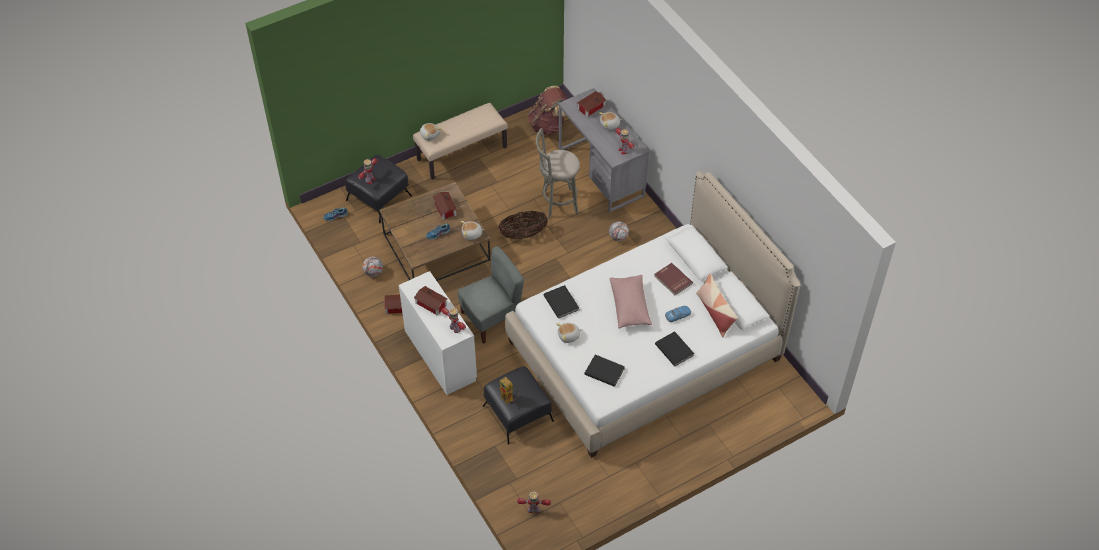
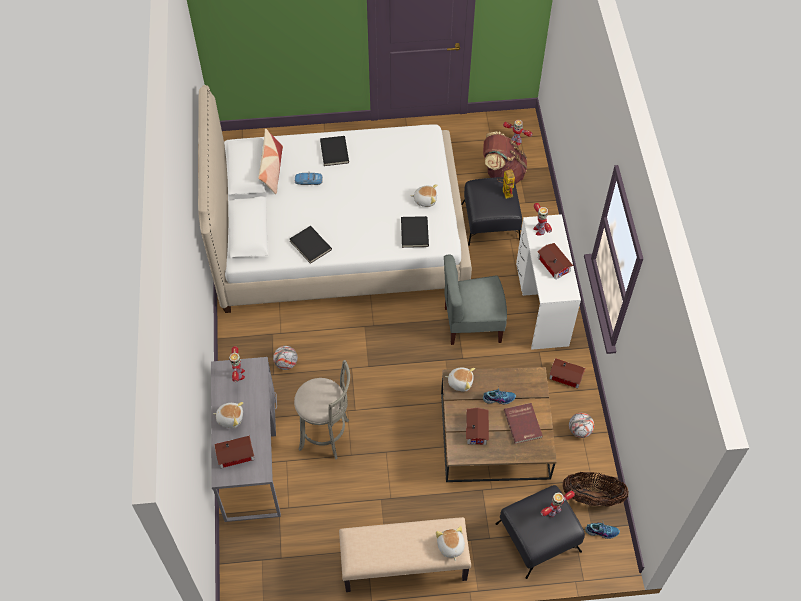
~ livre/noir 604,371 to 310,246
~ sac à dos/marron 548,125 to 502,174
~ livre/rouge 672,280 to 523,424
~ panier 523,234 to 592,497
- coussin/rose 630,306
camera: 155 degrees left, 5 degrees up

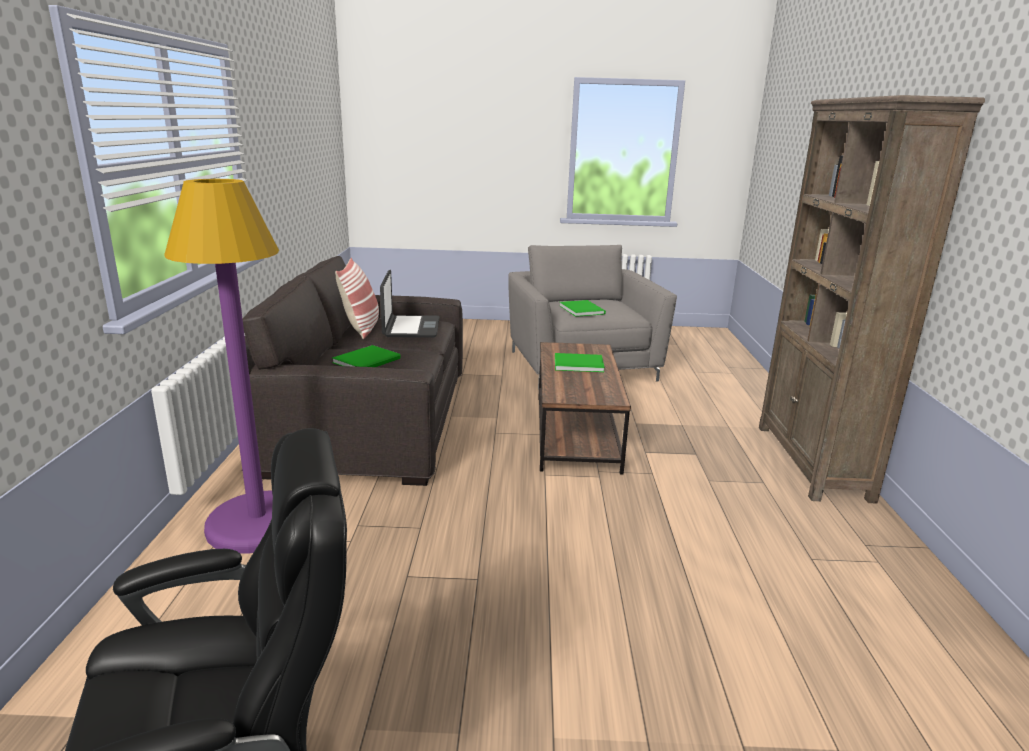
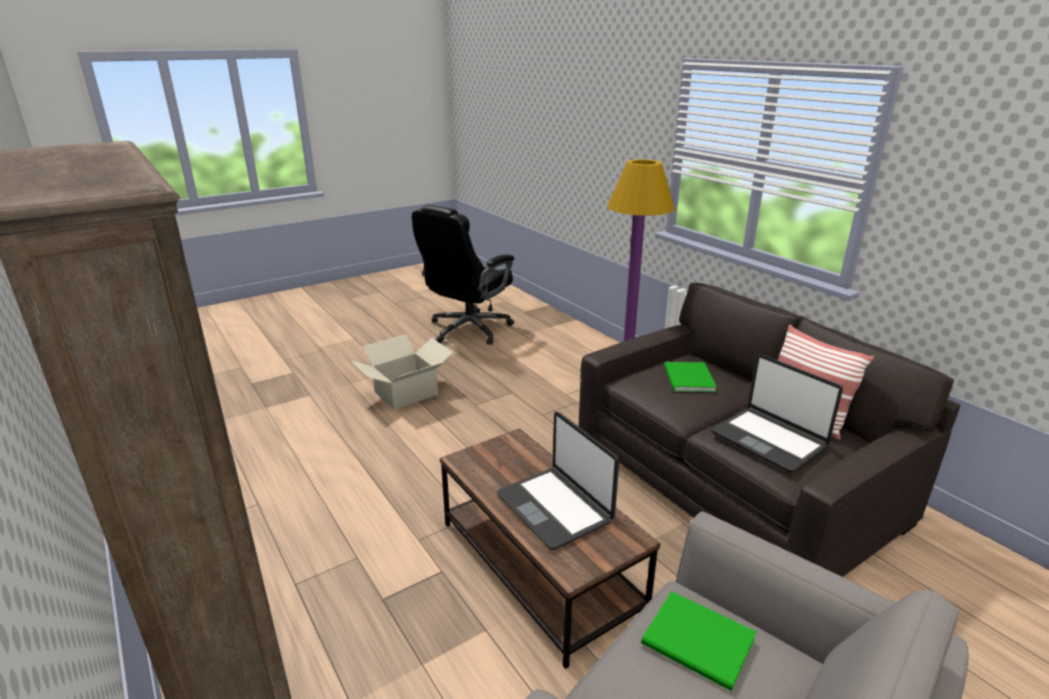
+ carton 405,393
~ livre/vert 577,364 to ordinateur portable 555,507
camera: 145 degrees right, 5 degrees up

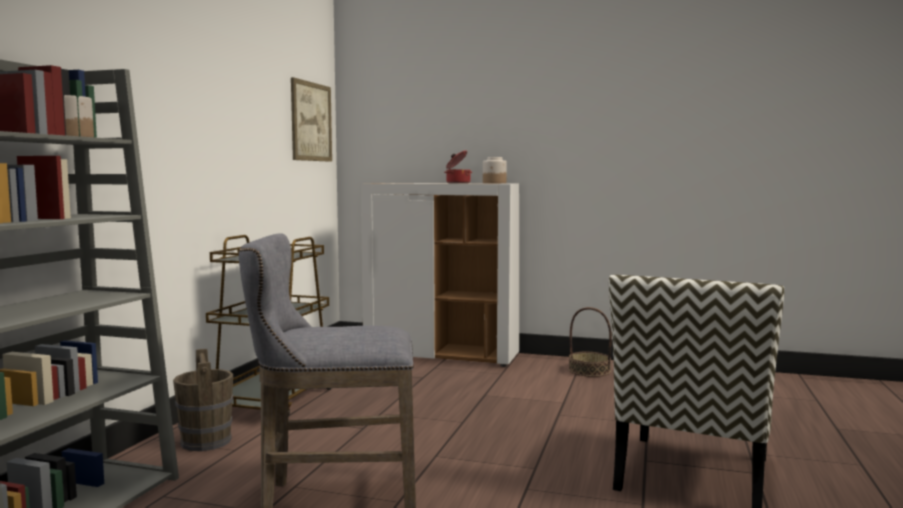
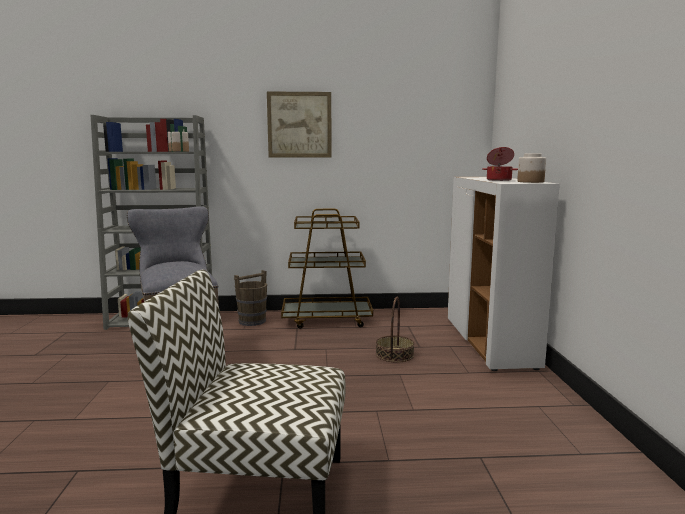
~ tableau 311,122 to 299,125
~ panier 589,371 to 394,354
camera: 70 degrees right, 5 degrees up

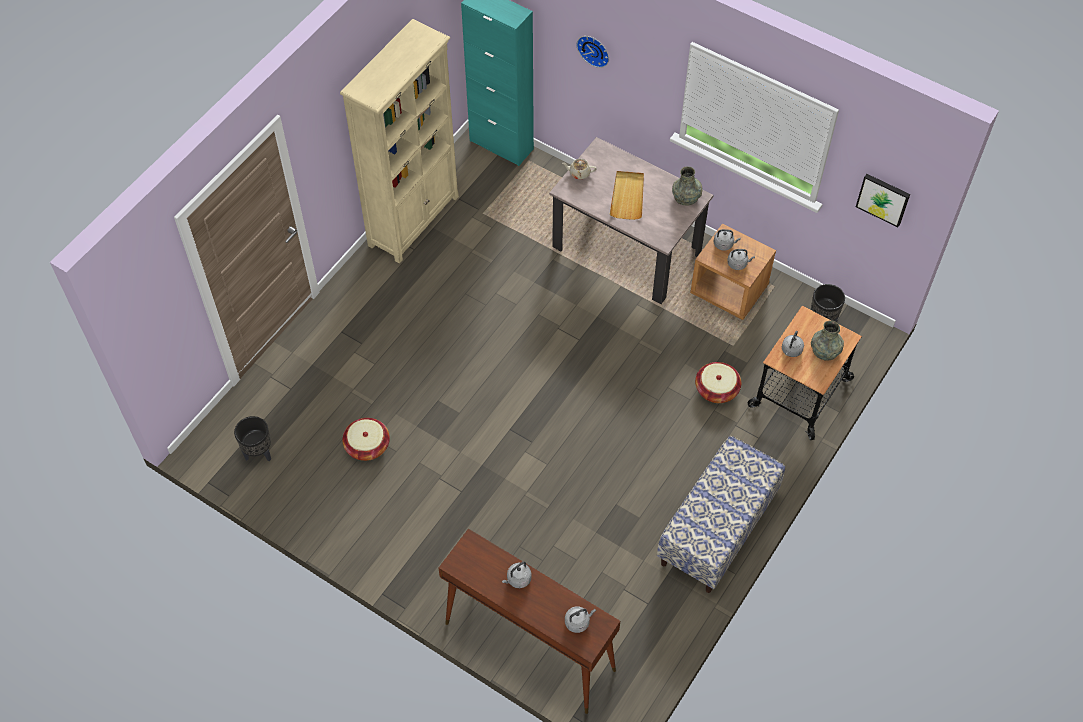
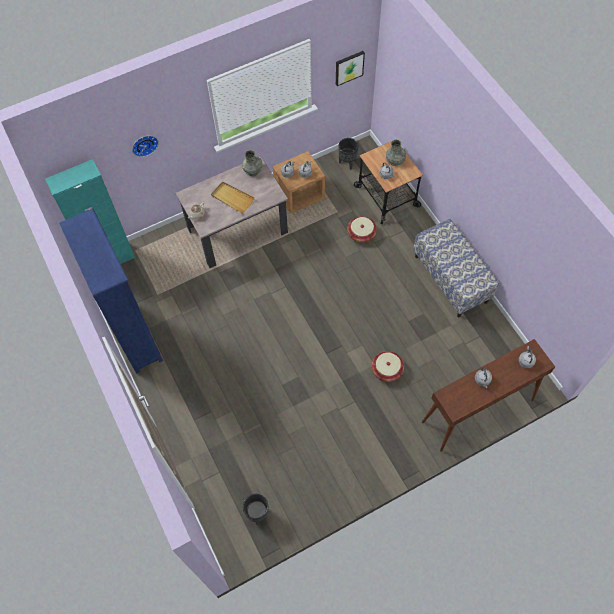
~ bibliothèque/beige 414,220 to bibliothèque/bleu 135,336
~ panier 367,446 to 387,370
camera: 60 degrees left, 5 degrees up

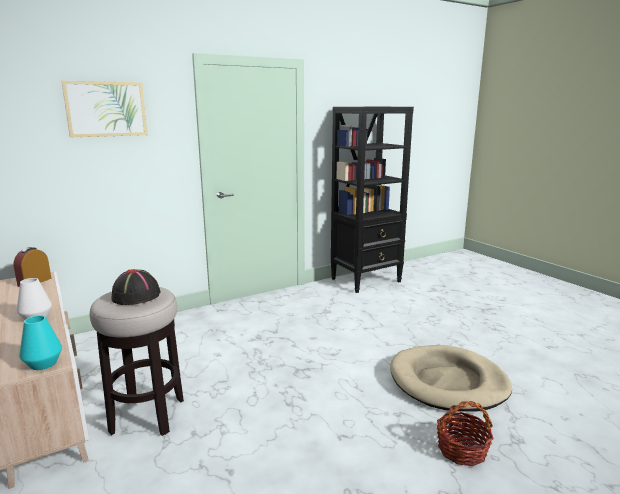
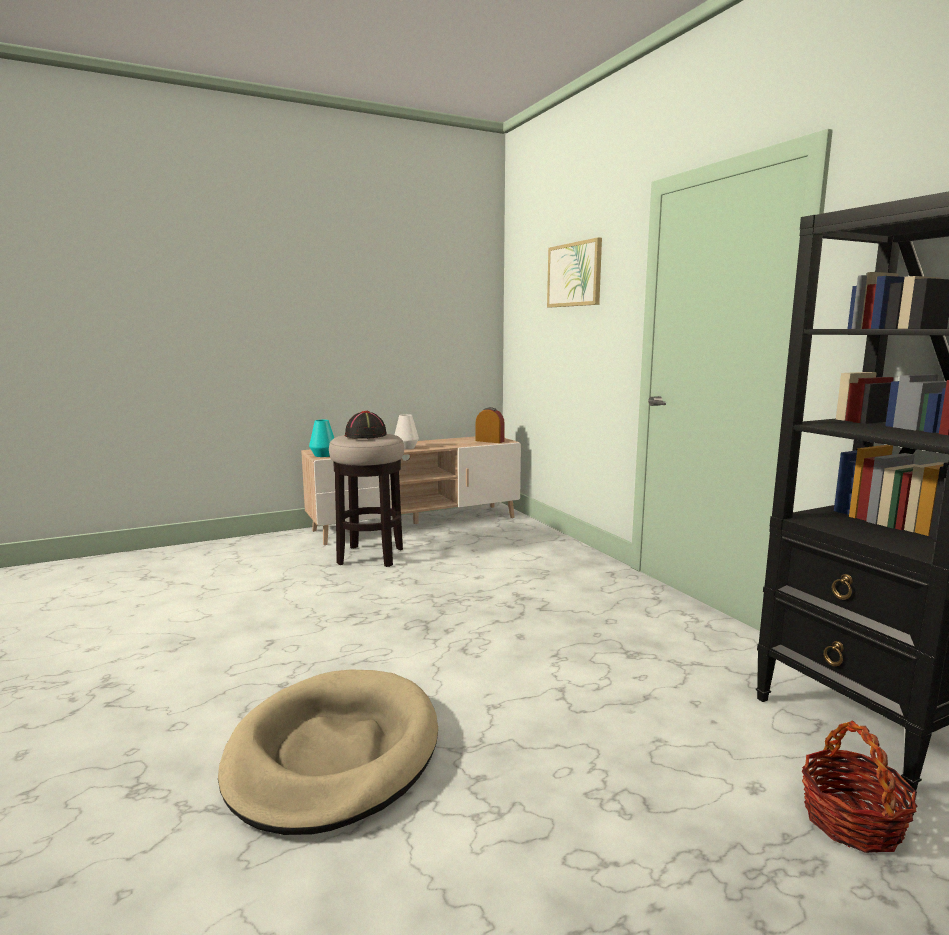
~ panier 461,450 to 851,821
camera: 95 degrees right, 5 degrees down

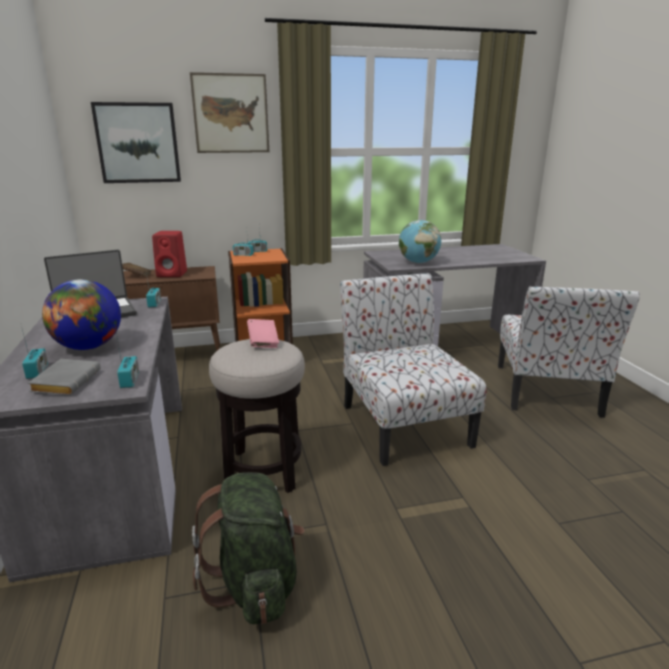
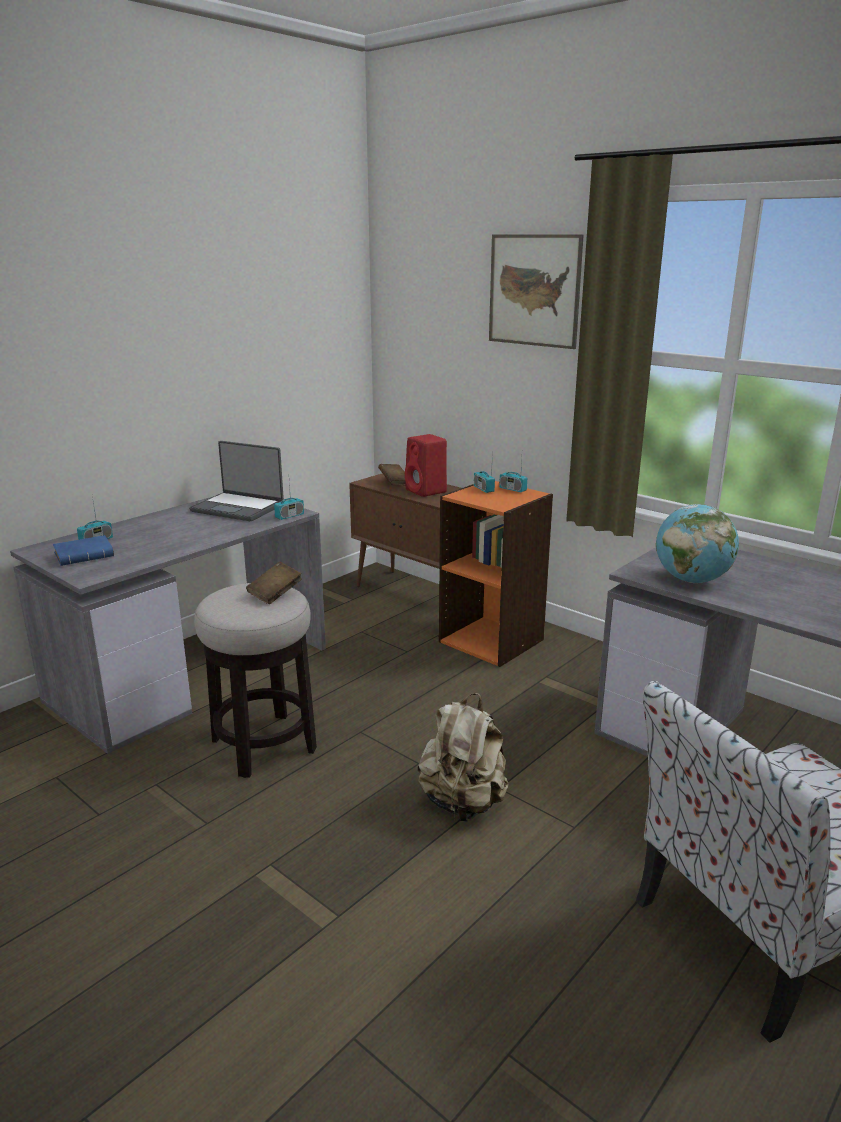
~ livre/gris 66,381 to livre/bleu 85,555
~ livre/rose 263,343 to livre/marron 275,594
~ chaise 403,423 to sac à dos/beige 463,803
- globe 89,347
- tableau 138,143
- radio 130,380
- sac à dos/vert 255,583
camera: 55 degrees right, 0 degrees up

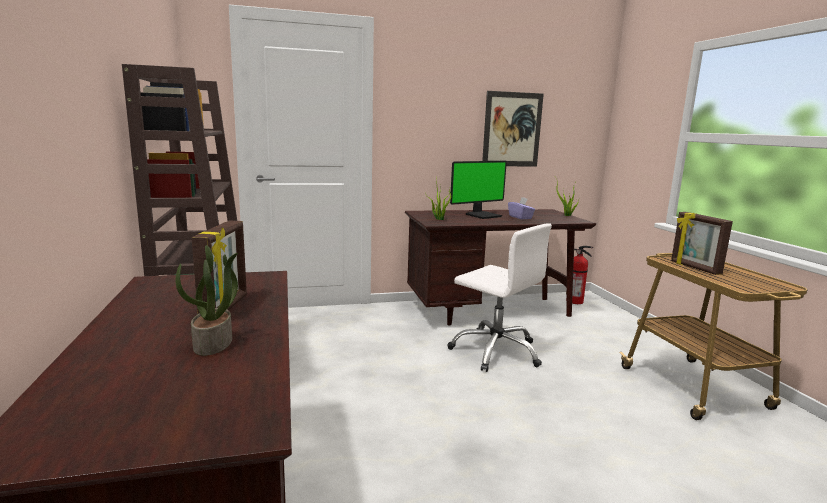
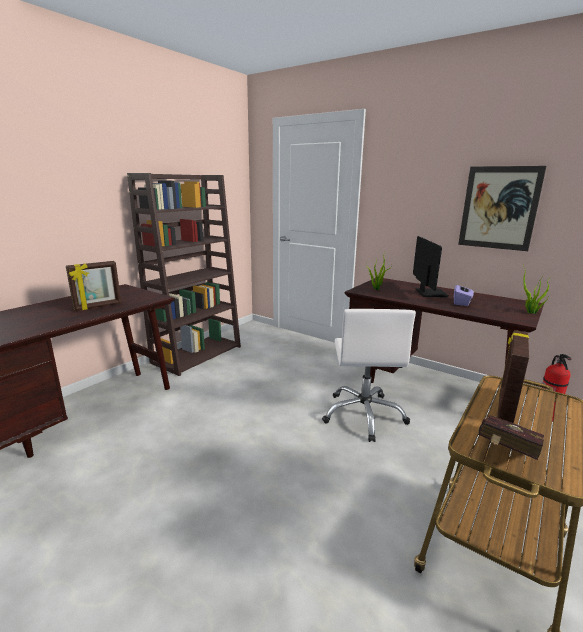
~ écran d'ordinateur 482,215 = 429,293 105 degrees counterclockwise
+ livre/rouge 505,454
- plante en pot 214,343
camera: 50 degrees right, 5 degrees up

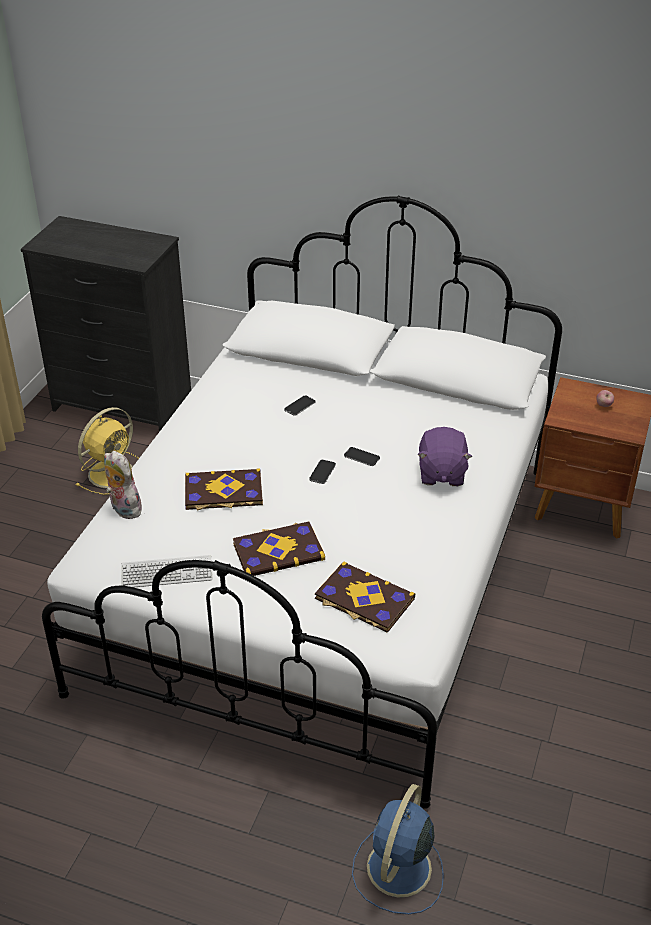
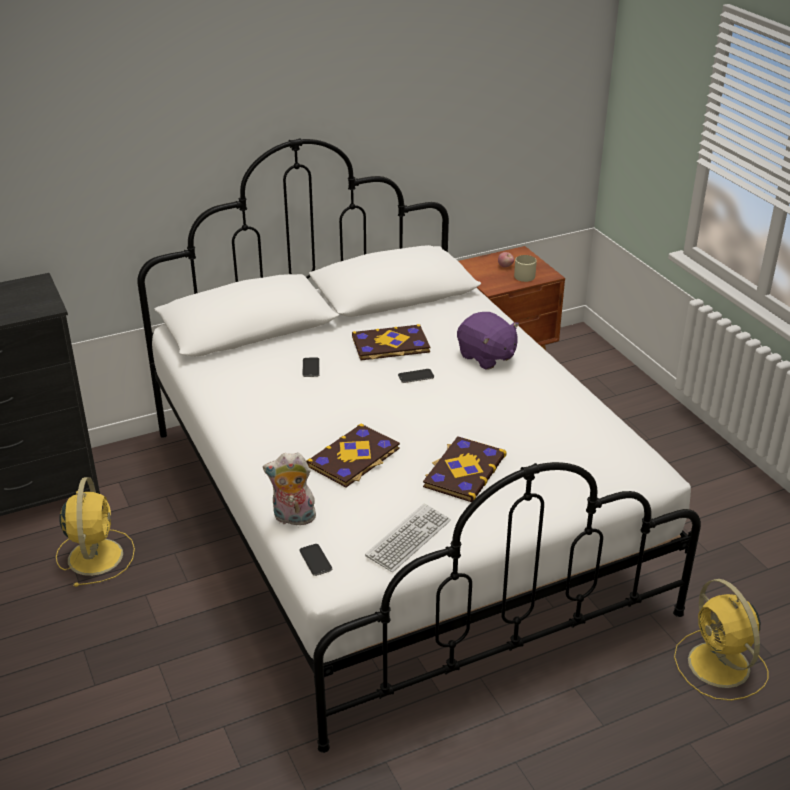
~ téléphone 322,472 to 315,560
~ livre 364,599 to 391,345
+ mug/beige 524,275
~ ventilateur/bleu 398,870 to ventilateur/jaune 720,667
camera: 45 degrees left, 5 degrees down

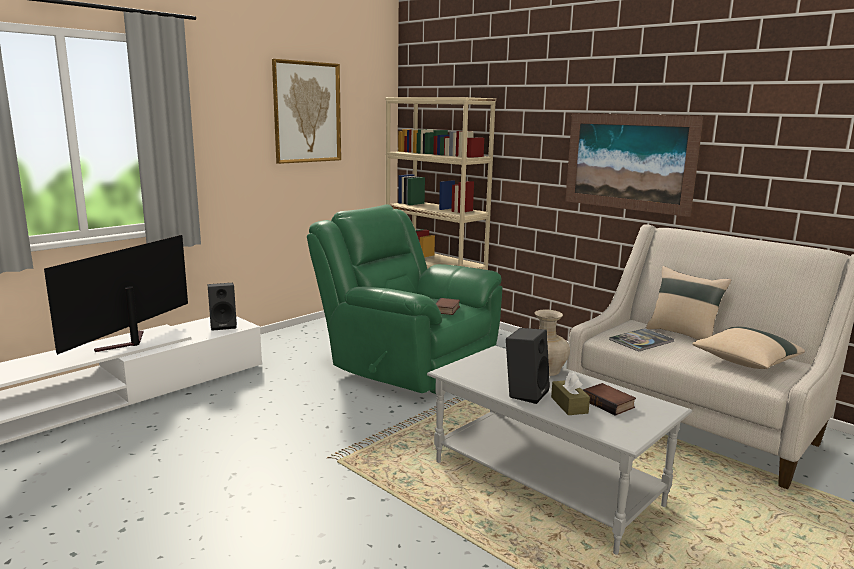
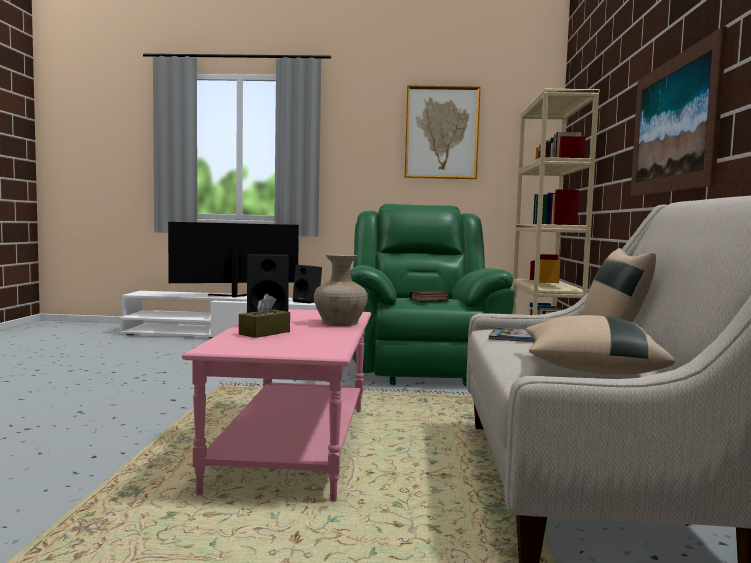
~ table basse/gris 546,483 to table basse/rose 295,446
- livre 609,403
camera: 50 degrees right, 10 degrees down

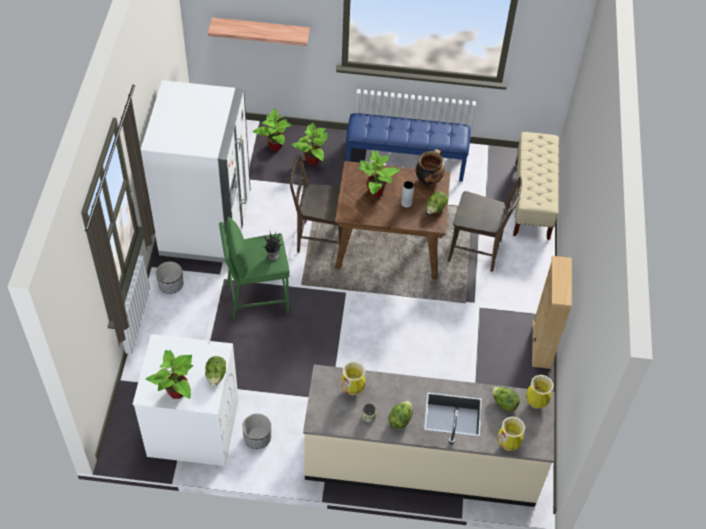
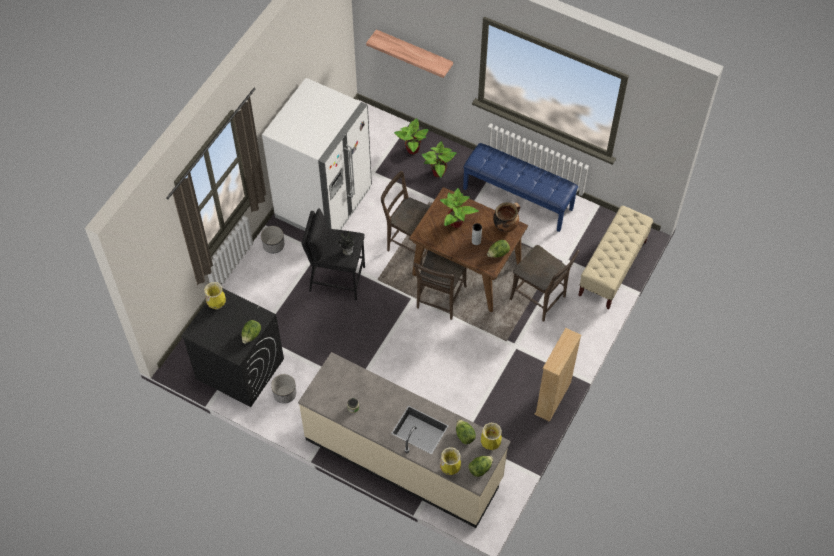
~ lave-linge/blanc 192,428 to lave-linge/noir 239,368
~ vase 352,389 to 217,305
~ tabouret/vert 257,297 to tabouret/noir 337,278
+ chaise/marron 440,299
~ laitue 400,419 to 480,468
- plante en pot 176,392
camera: 25 degrees right, 5 degrees up

